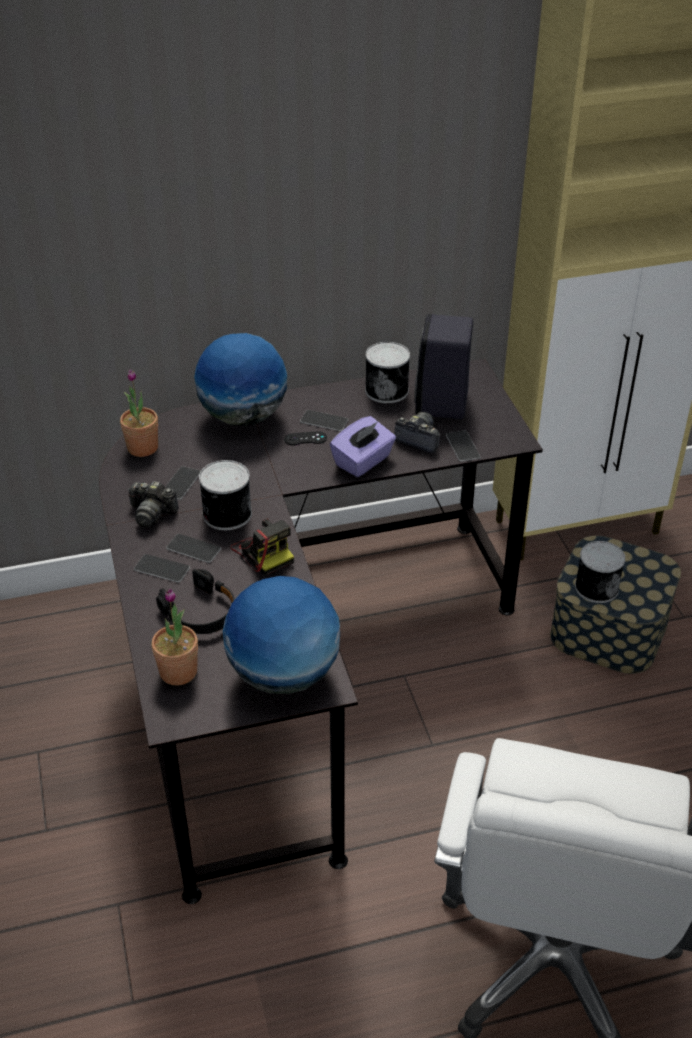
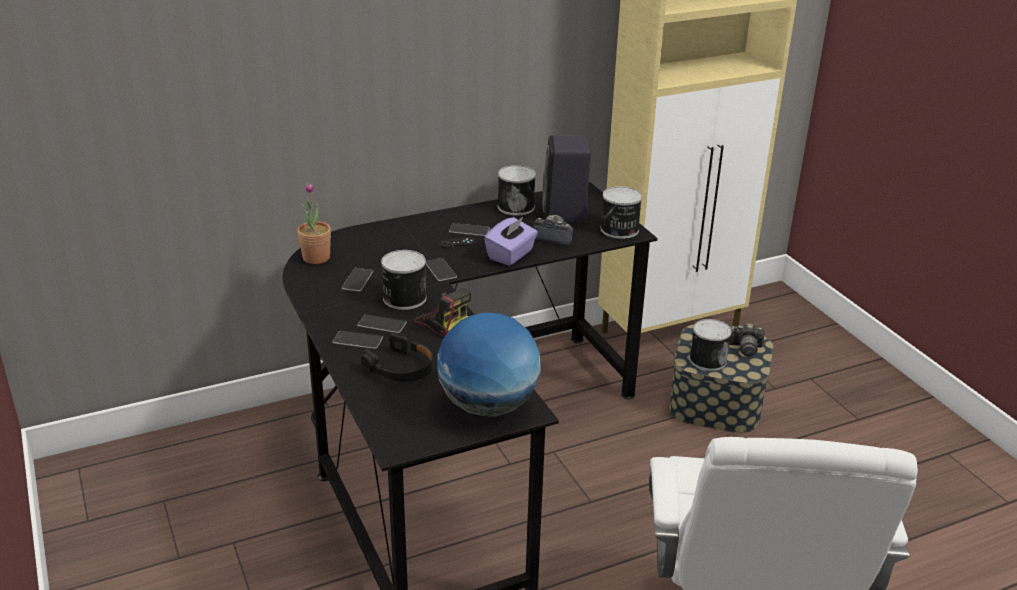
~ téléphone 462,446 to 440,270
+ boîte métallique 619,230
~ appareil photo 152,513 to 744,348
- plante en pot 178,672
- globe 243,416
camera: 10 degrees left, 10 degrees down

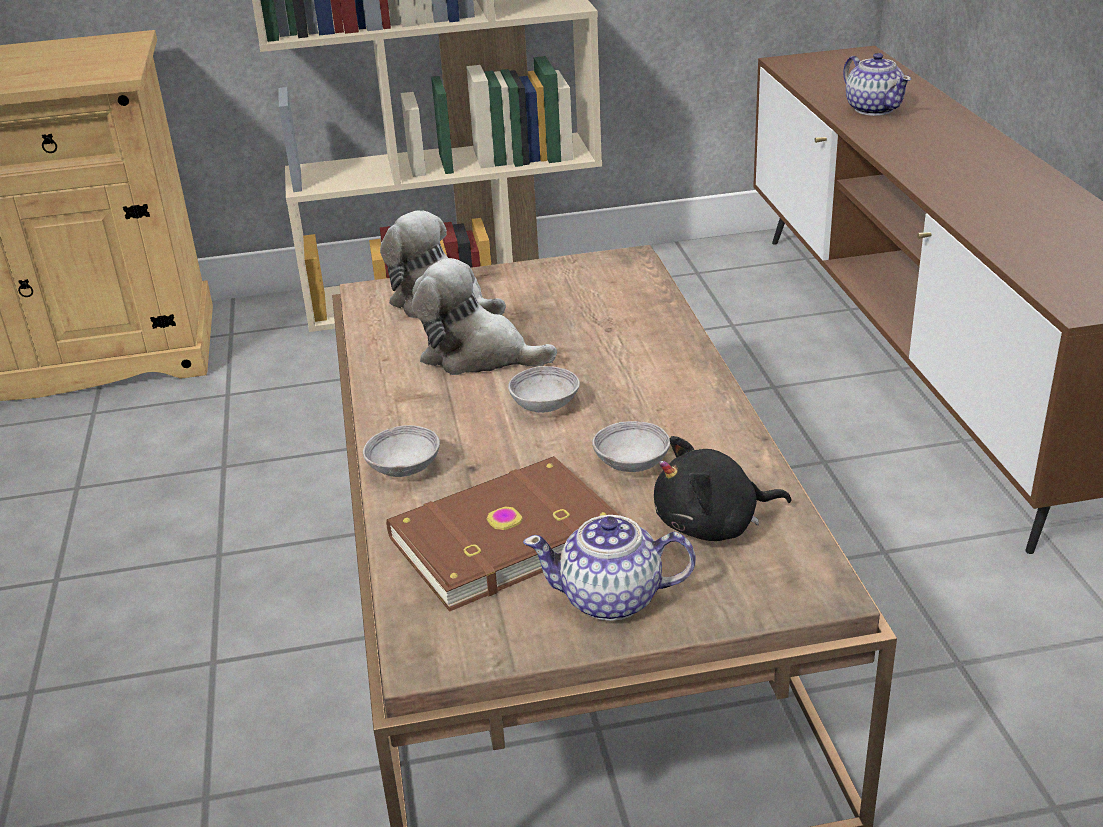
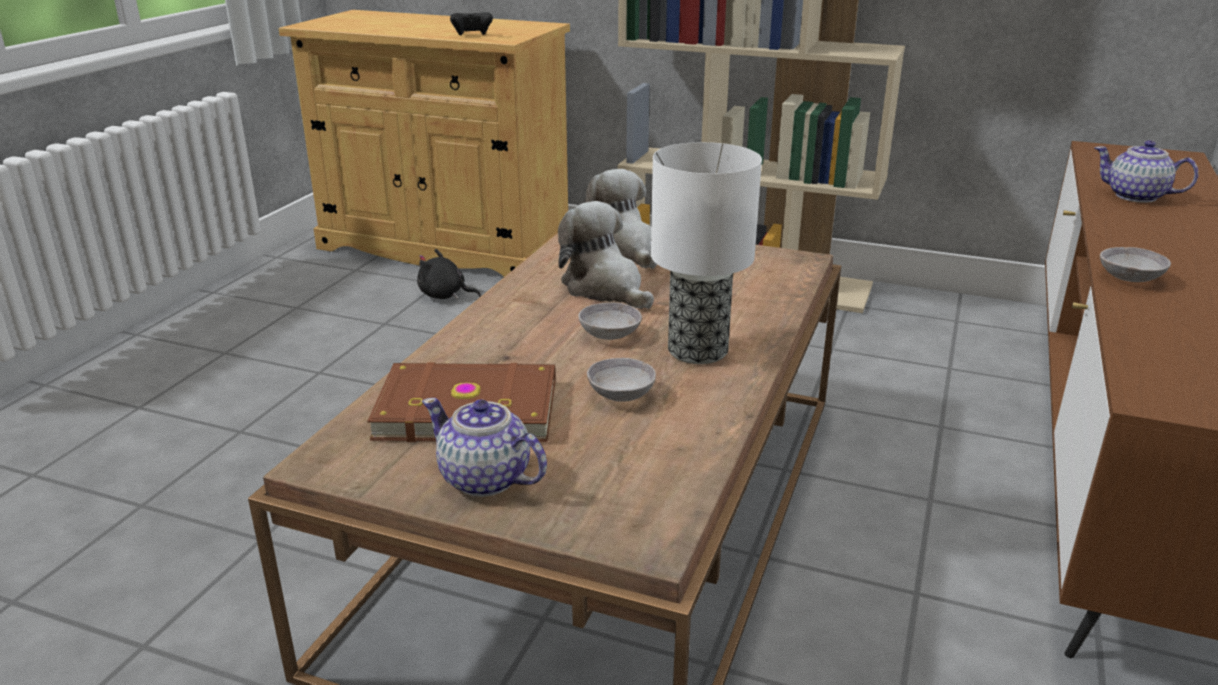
~ peluche/noir 712,525 to 445,295
+ manette/noir 472,36
+ lampe de table 698,351
~ théière 873,109 = 1136,196 120 degrees clockwise
~ bol/gris 404,468 to 1129,278
camera: 30 degrees right, 5 degrees down

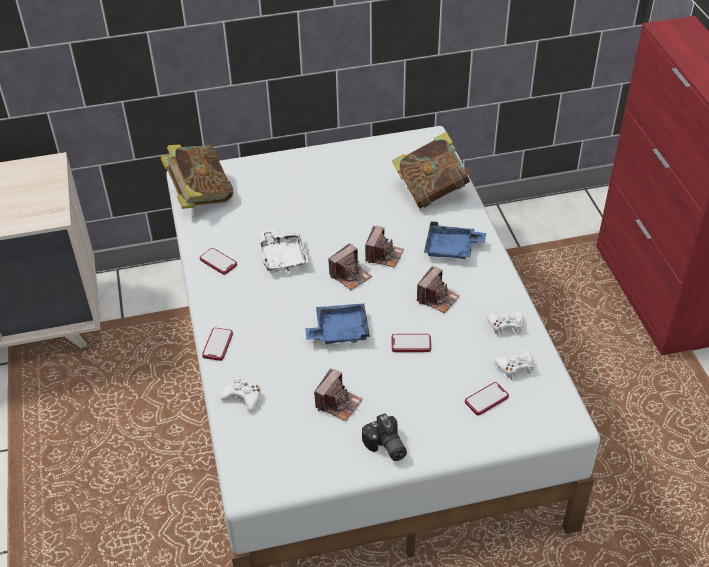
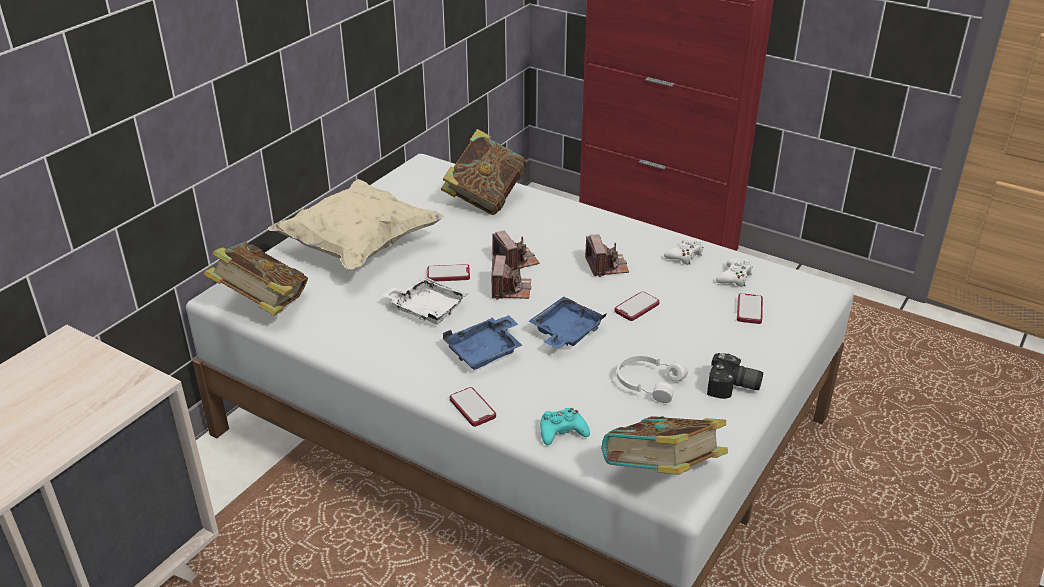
+ coussin/beige 359,247
~ téléphone 218,262 to 448,274
~ plateau/bleu 452,249 to 485,351
~ manette/blanc 243,397 to manette/turquoise 562,431
+ livre 661,476
~ appareil photo 338,403 to casque audio/blanc 648,383
camera: 45 degrees left, 10 degrees down

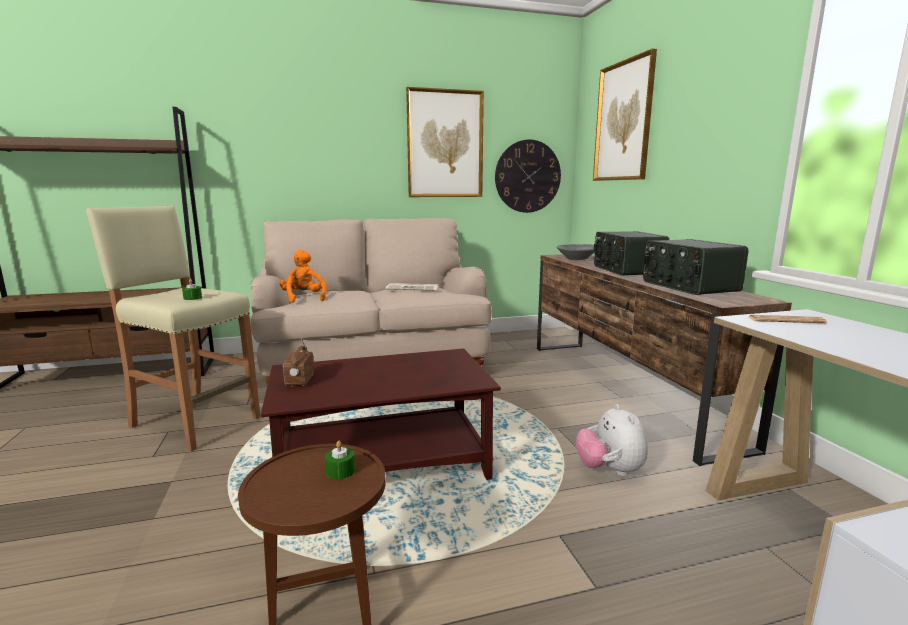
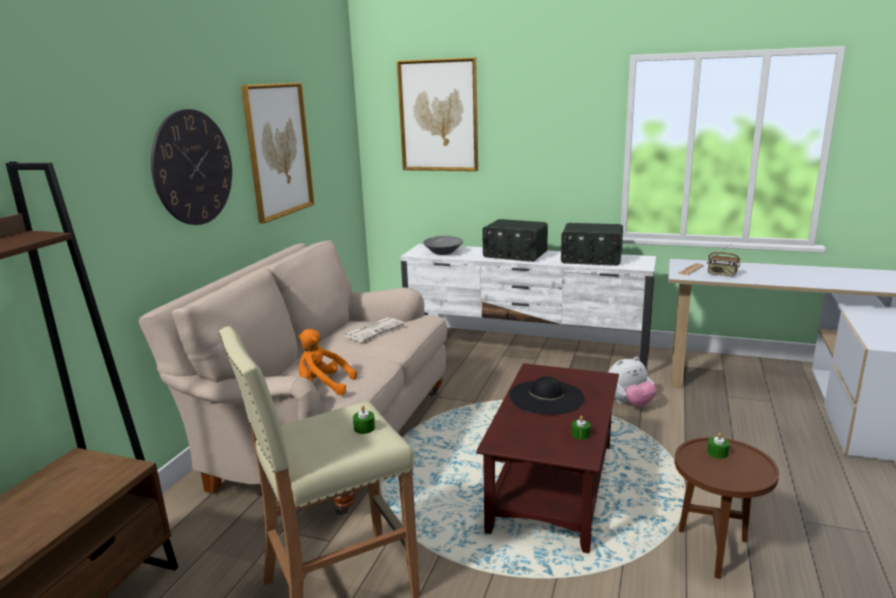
~ horloge murale 527,176 to 193,168
~ meuble télé/marron 622,389 to meuble télé/blanc 525,353
+ chapeau/noir 546,397
+ bougie/vert 580,435
~ peluche 609,470 = 629,403 45 degrees counterclockwise
~ radio 299,380 to 721,274
camera: 55 degrees left, 5 degrees up

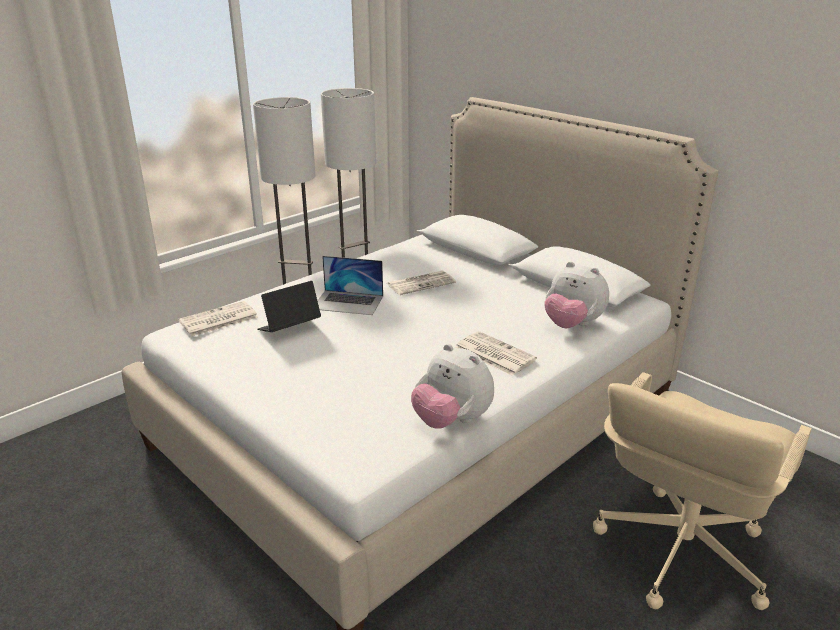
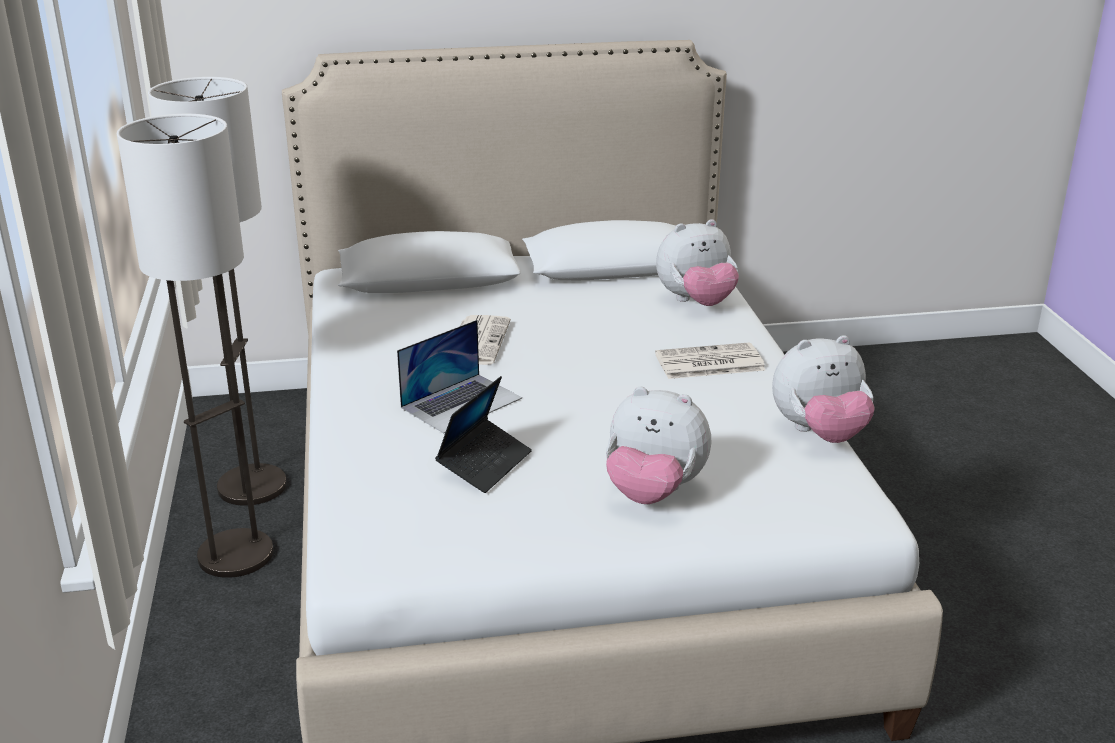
~ ordinateur portable 289,328 = 485,464 150 degrees counterclockwise
+ peluche 653,492
- journal 218,320
- chaise de bureau/beige 679,552
camera: 55 degrees left, 0 degrees up

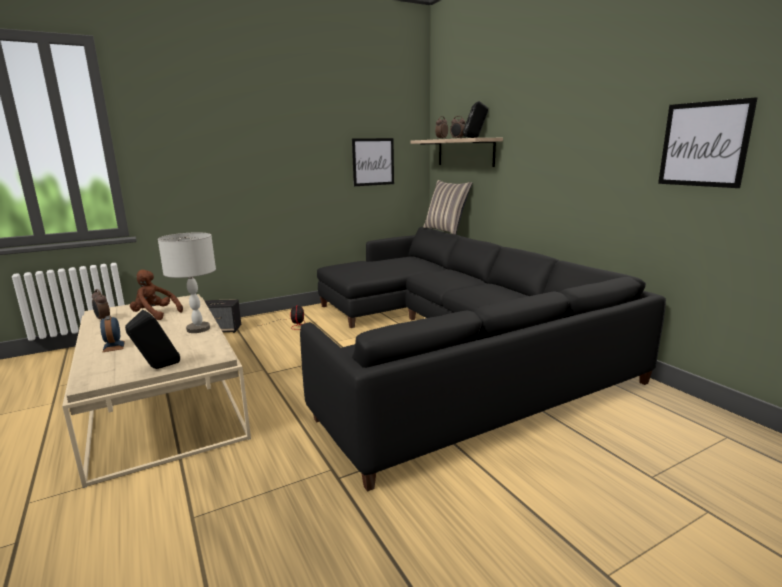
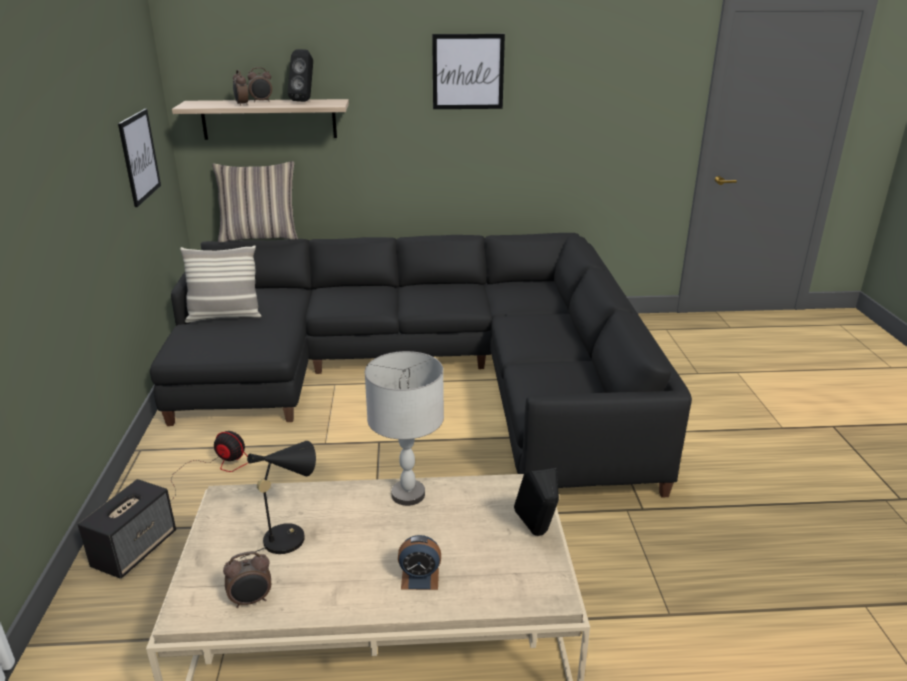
+ coussin 225,316
~ peluche/marron 155,315 to lampe de table/noir 289,536
~ tableau 703,144 to 468,72
camera: 65 degrees left, 10 degrees up

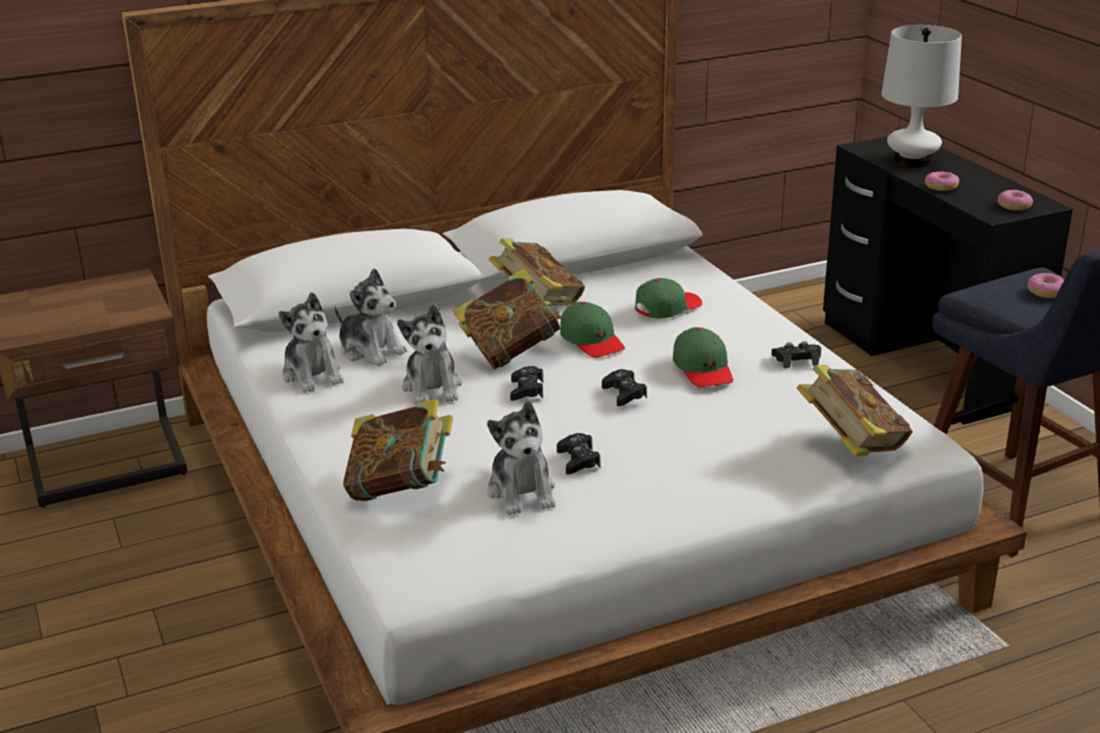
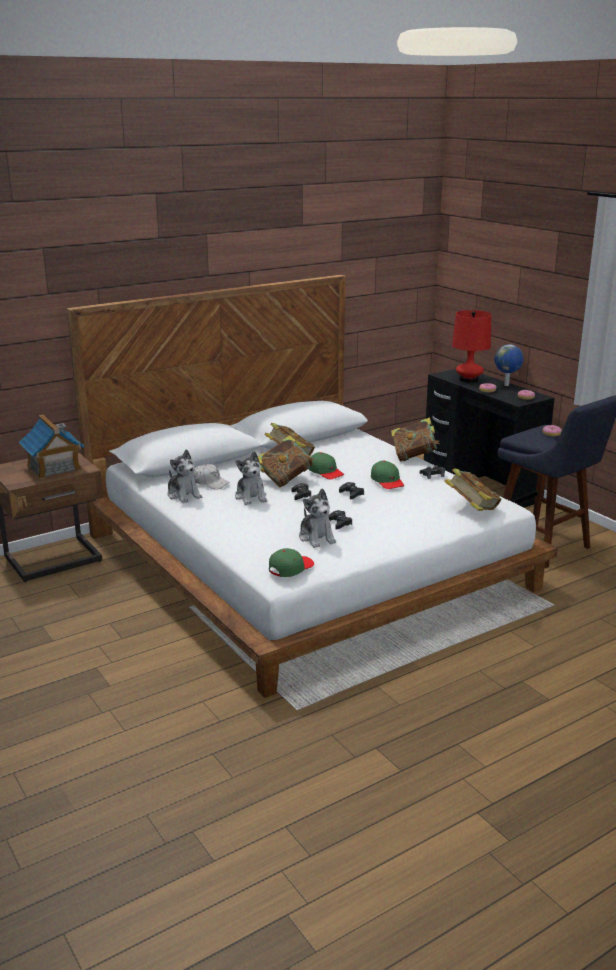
+ maison miniature 54,468
~ peluche 371,350 to casquette/blanc 210,483
~ casquette/vert 667,307 to 290,568
~ livre 401,488 to 414,457
~ lampe de table/blanc 912,160 to lampe de table/rouge 468,380
+ globe 506,385
camera: 10 degrees left, 5 degrees down

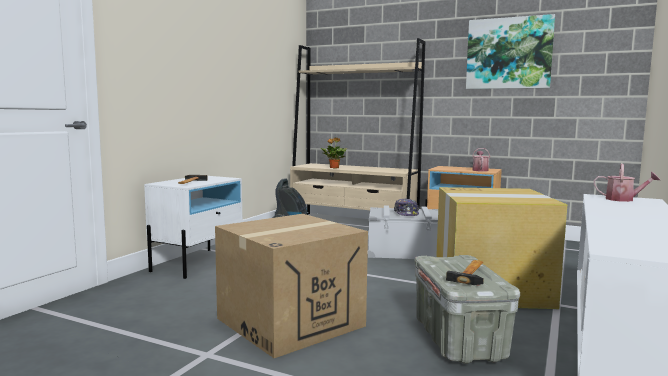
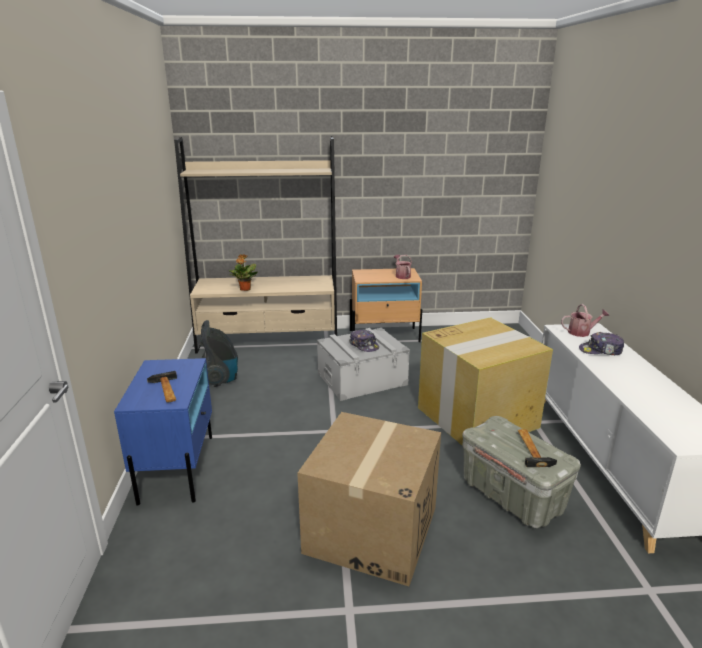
~ table de chevet/blanc 198,263 to table de chevet/bleu 178,467
+ casquette 601,351
- tableau 509,53
camera: 30 degrees left, 15 degrees up

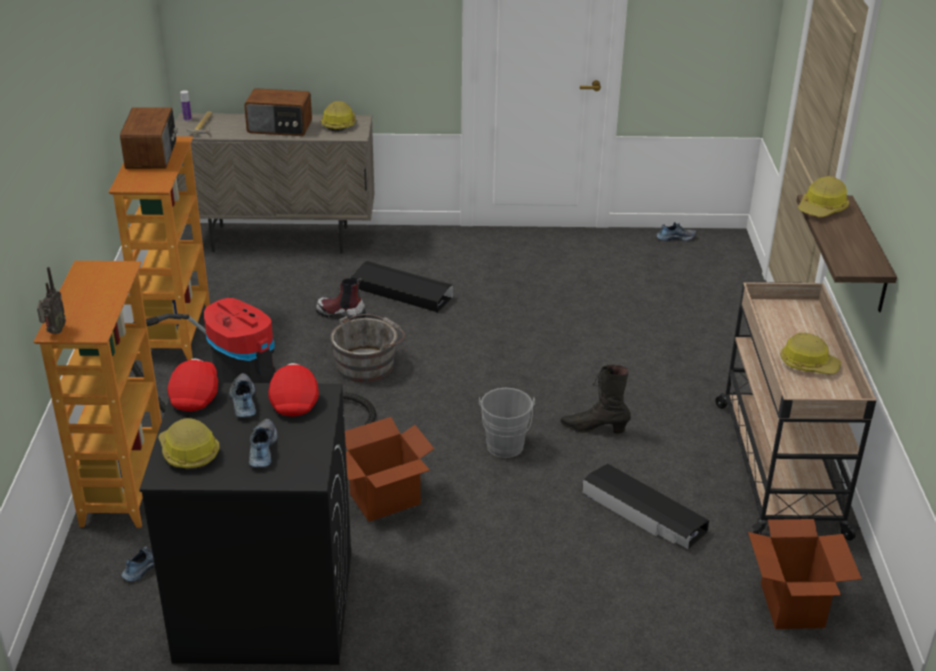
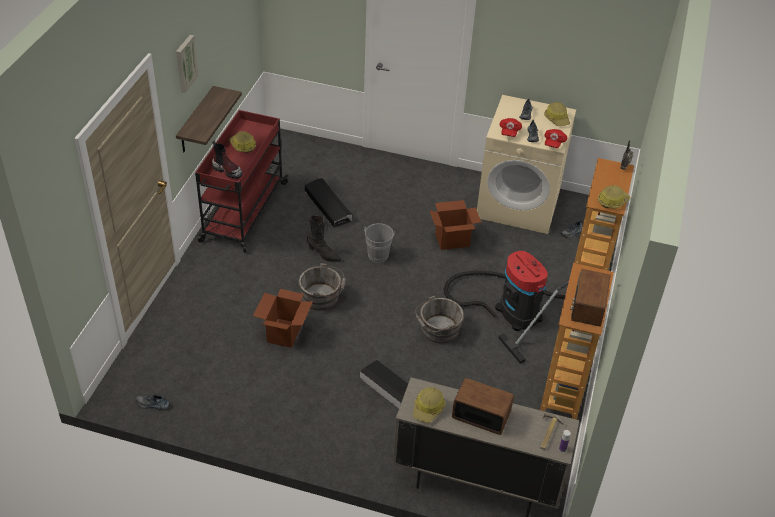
+ tableau 185,63
~ chariot/beige 778,466 to chariot/rouge 243,212
~ botte 340,314 to 227,170
~ carton 792,605 to 284,333
+ seau/gris 322,297
~ lave-linge/noir 264,606 to lave-linge/beige 519,204
~ casque de chantier 822,209 to 612,201
camera: 165 degrees left, 10 degrees up

